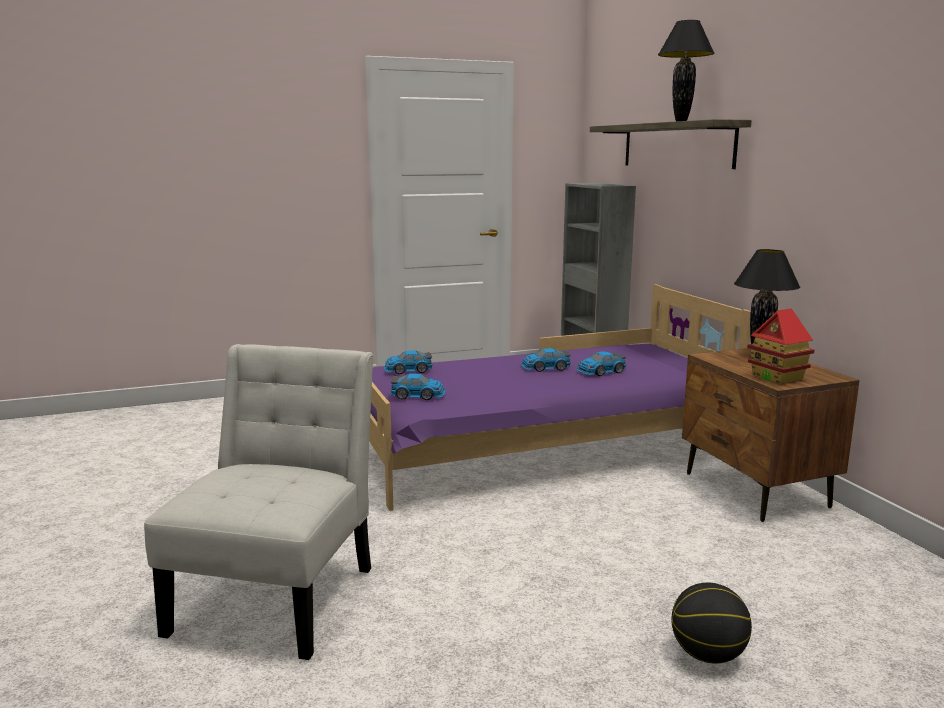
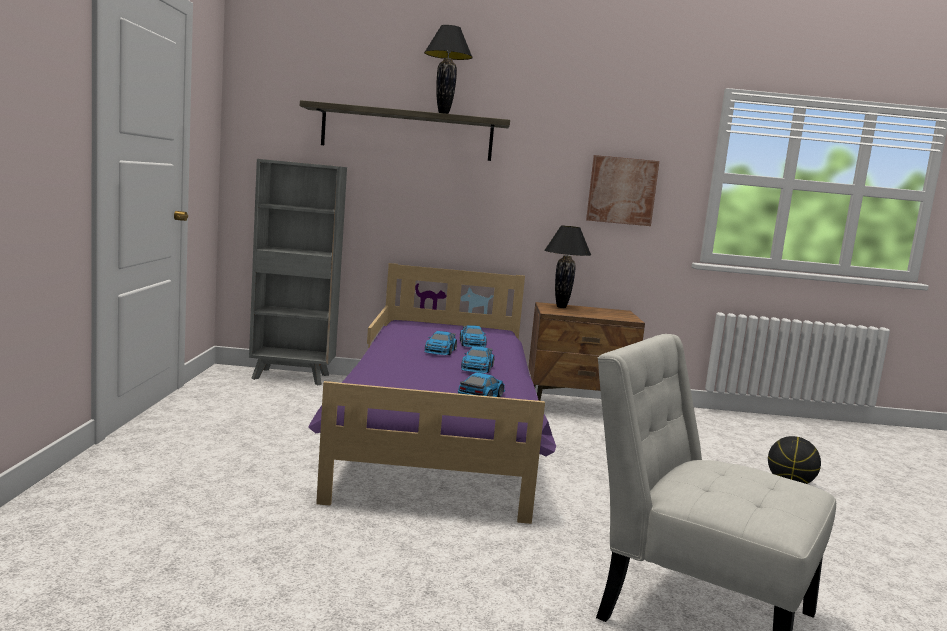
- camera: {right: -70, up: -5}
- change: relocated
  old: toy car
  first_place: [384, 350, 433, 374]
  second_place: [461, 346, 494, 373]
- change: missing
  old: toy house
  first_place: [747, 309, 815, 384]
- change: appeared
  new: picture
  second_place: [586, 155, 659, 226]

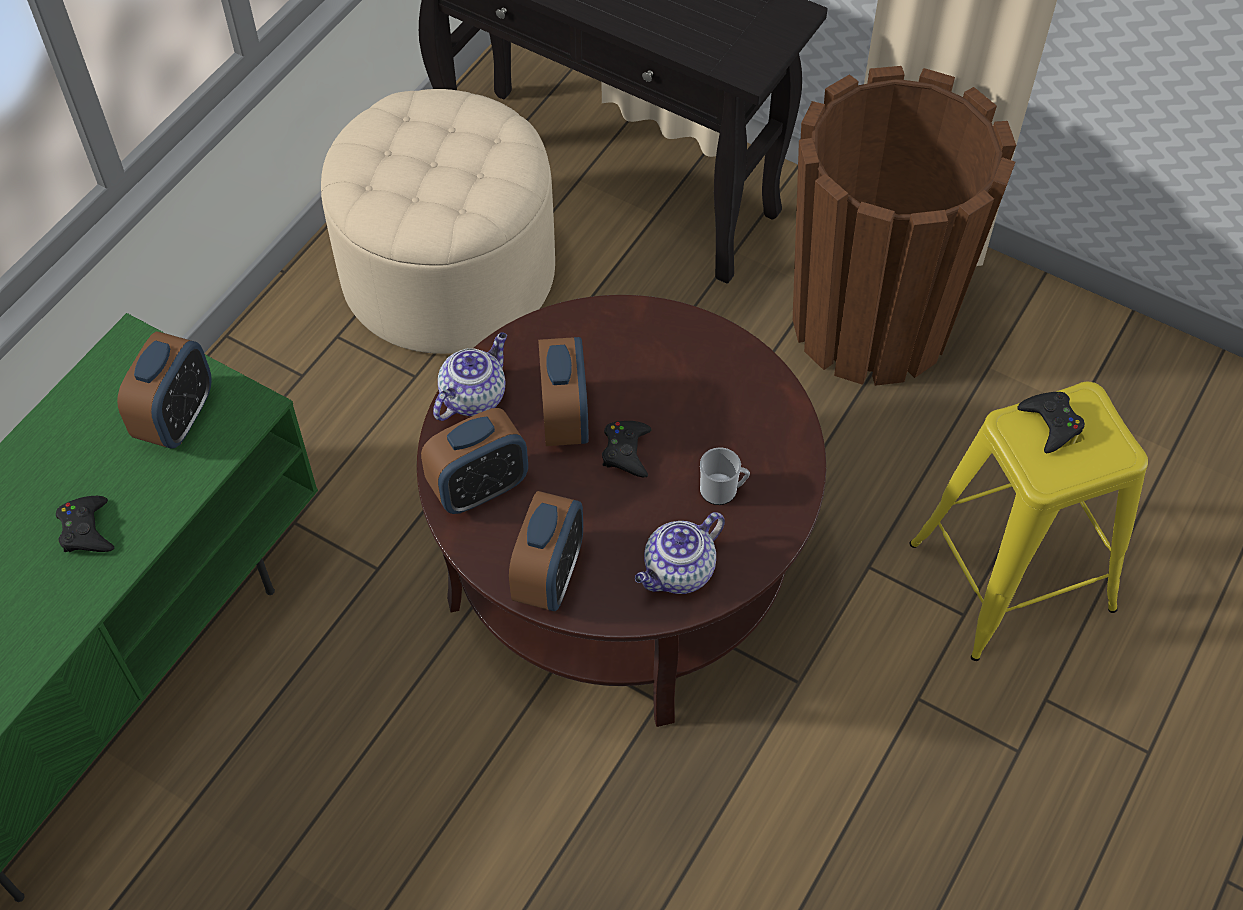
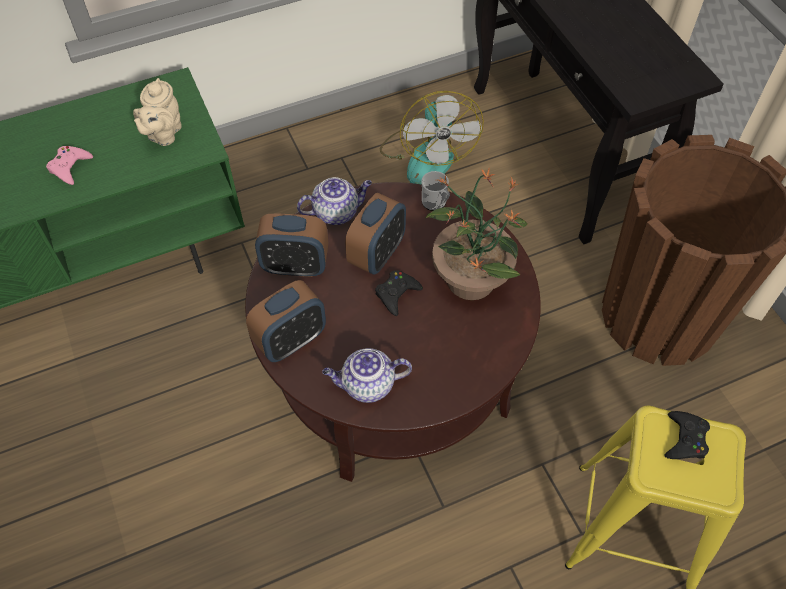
- camera: {right: 35, up: 0}
- change: colour
  old: game controller in black
  new: game controller in pink
  first_place: [56, 496, 114, 552]
  second_place: [46, 146, 93, 185]
- change: exchanged
  old: alarm clock
  new: teapot in beige
  first_place: [117, 332, 212, 448]
  second_place: [133, 78, 182, 146]
- change: exchanged
  old: ottoman in beige
  new: fan
  first_place: [321, 89, 555, 354]
  second_place: [380, 91, 484, 184]
- change: relocated
  old: mug
  first_place: [700, 447, 750, 505]
  second_place: [421, 171, 450, 211]
- change: appeared
  new: potted plant
  second_place: [426, 169, 527, 300]

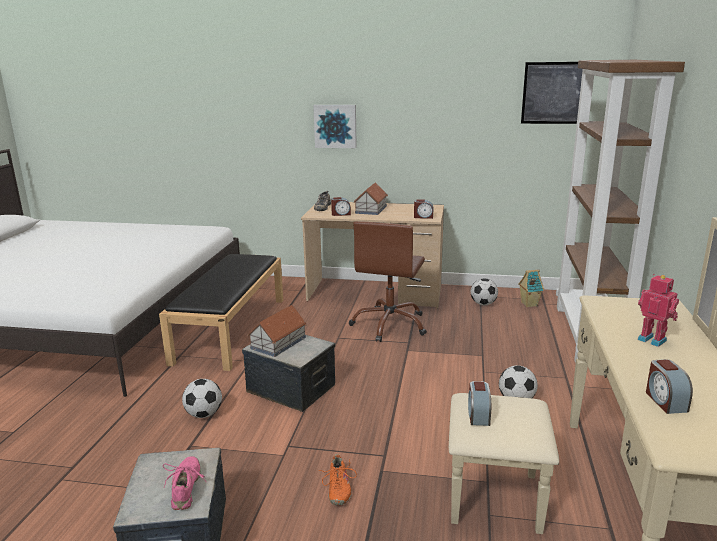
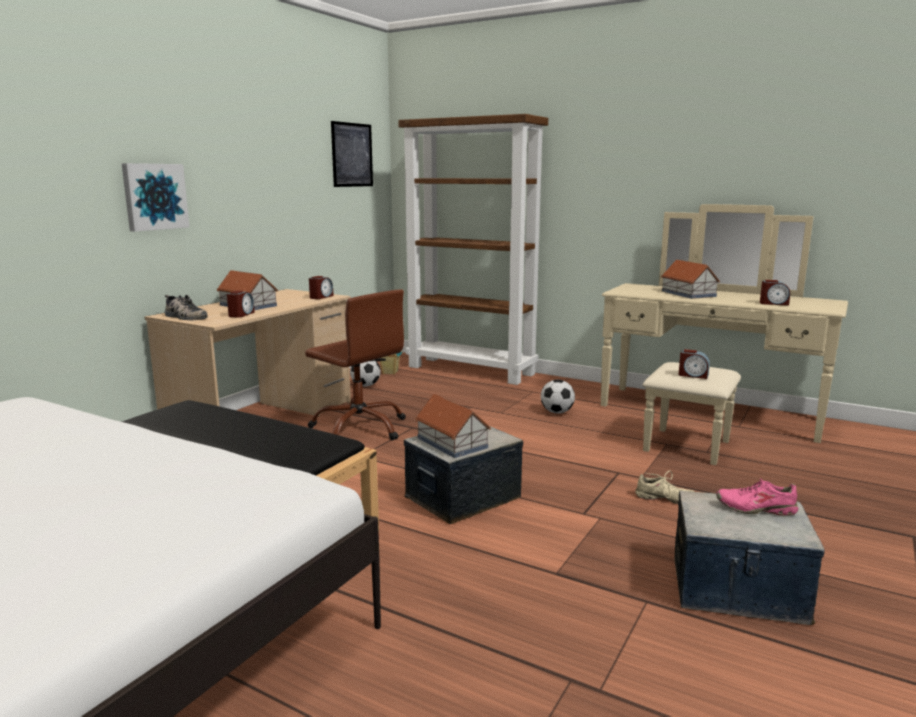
- camera: {right: -70, up: -5}
- change: missing
  old: football
  first_place: [182, 379, 222, 418]
- change: colour
  old: shoe in orange
  new: shoe in beige
  first_place: [318, 454, 357, 505]
  second_place: [635, 470, 695, 504]
- change: exchanged
  old: toy robot
  new: toy house
  first_place: [637, 274, 679, 347]
  second_place: [661, 260, 720, 299]

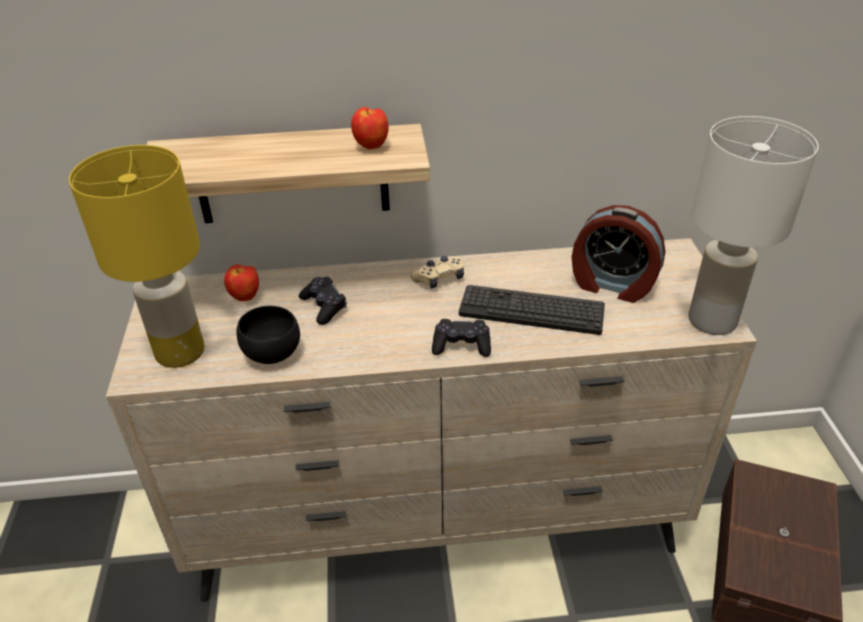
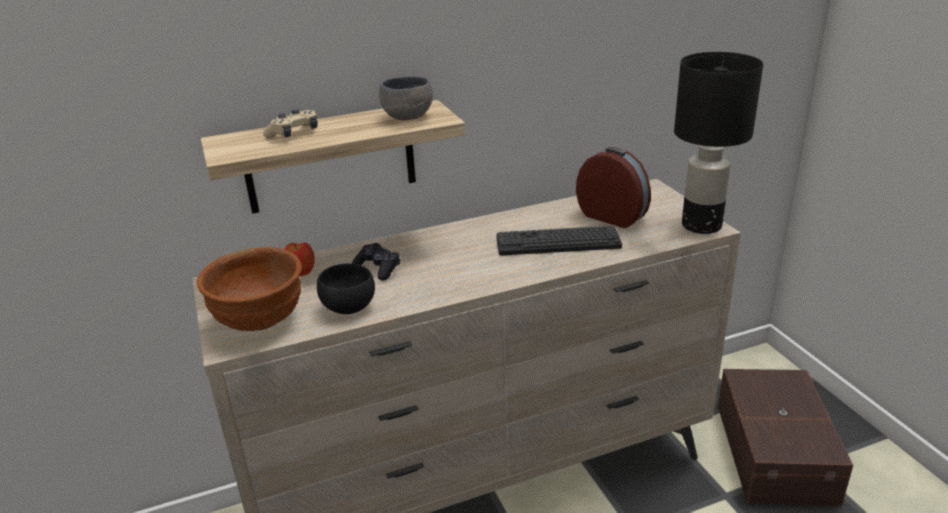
- camera: {right: -15, up: -10}
- change: exchanged
  old: table lamp in yellow
  new: bowl in brown
  first_place: [69, 145, 205, 368]
  second_place: [197, 247, 301, 331]
- change: exchanged
  old: apple
  new: bowl in grey
  first_place: [351, 107, 389, 149]
  second_place: [379, 76, 433, 120]
- change: relocated
  old: game controller in beige
  first_place: [411, 256, 464, 288]
  second_place: [263, 109, 318, 139]
- change: missing
  old: game controller in black
  first_place: [432, 319, 491, 357]
- change: spun
  old: alarm clock
  first_place: [572, 205, 665, 303]
  second_place: [576, 147, 651, 228]
  degrees: -150
- change: colour
  old: table lamp in white
  new: table lamp in black
  first_place: [688, 116, 819, 335]
  second_place: [674, 52, 763, 234]

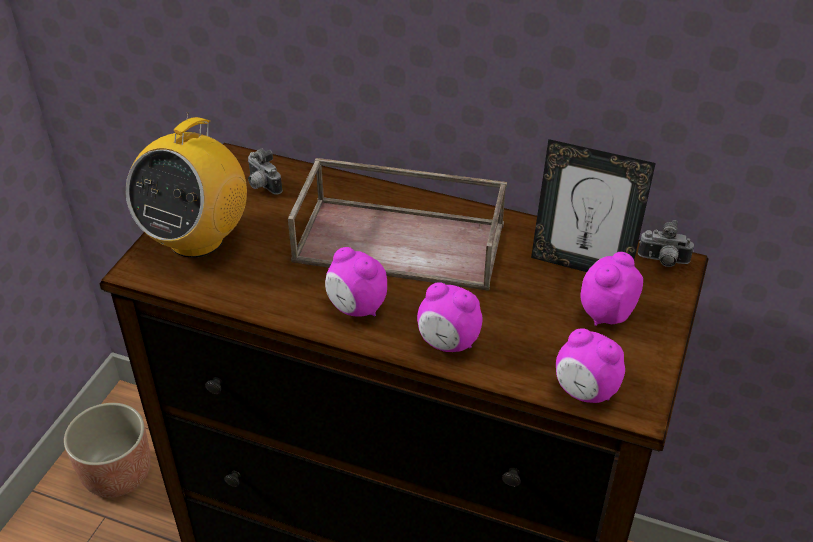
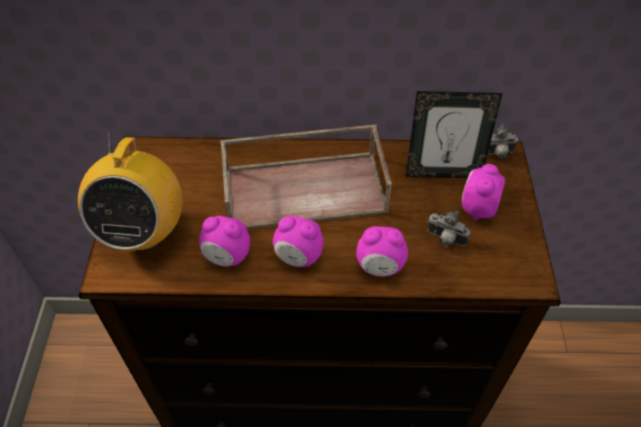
- camera: {right: -20, up: 10}
- change: missing
  old: planter
  first_place: [64, 403, 151, 497]
- change: relocated
  old: photo camera
  first_place: [248, 148, 282, 195]
  second_place: [427, 211, 470, 247]
- change: relocated
  old: alarm clock
  first_place: [556, 328, 625, 403]
  second_place: [199, 216, 250, 267]

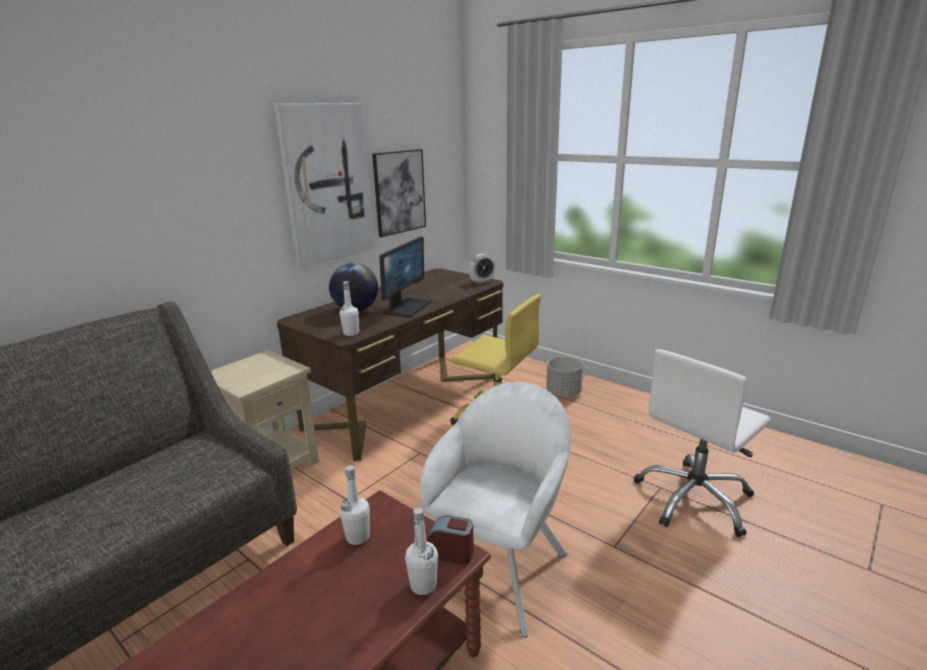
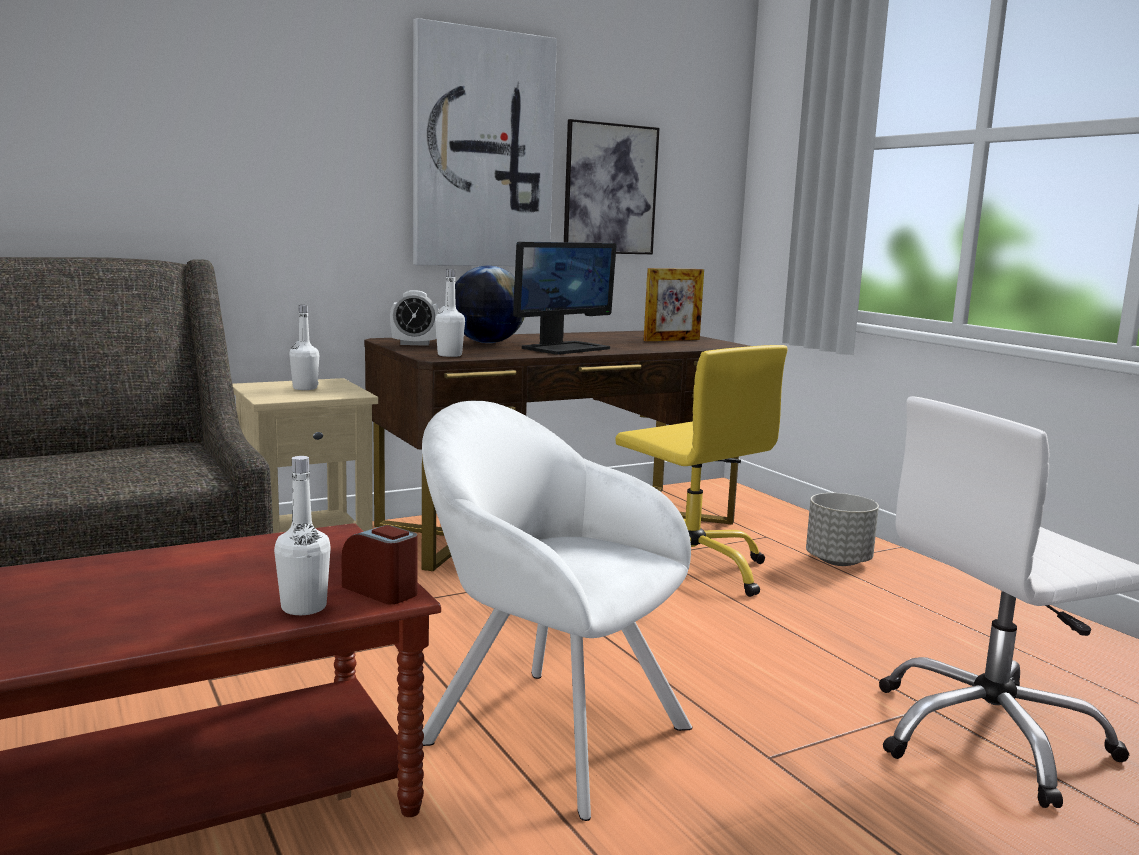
- camera: {right: 20, up: -10}
- change: relocated
  old: bottle in white
  first_place: [340, 465, 370, 545]
  second_place: [289, 305, 319, 390]
- change: spun
  old: armchair in white
  first_place: [420, 382, 571, 638]
  second_place: [422, 401, 692, 821]
  degrees: -105
- change: relocated
  old: alarm clock
  first_place: [469, 254, 495, 284]
  second_place: [390, 290, 439, 346]
- change: appeared
  new: picture frame
  second_place: [644, 268, 704, 341]

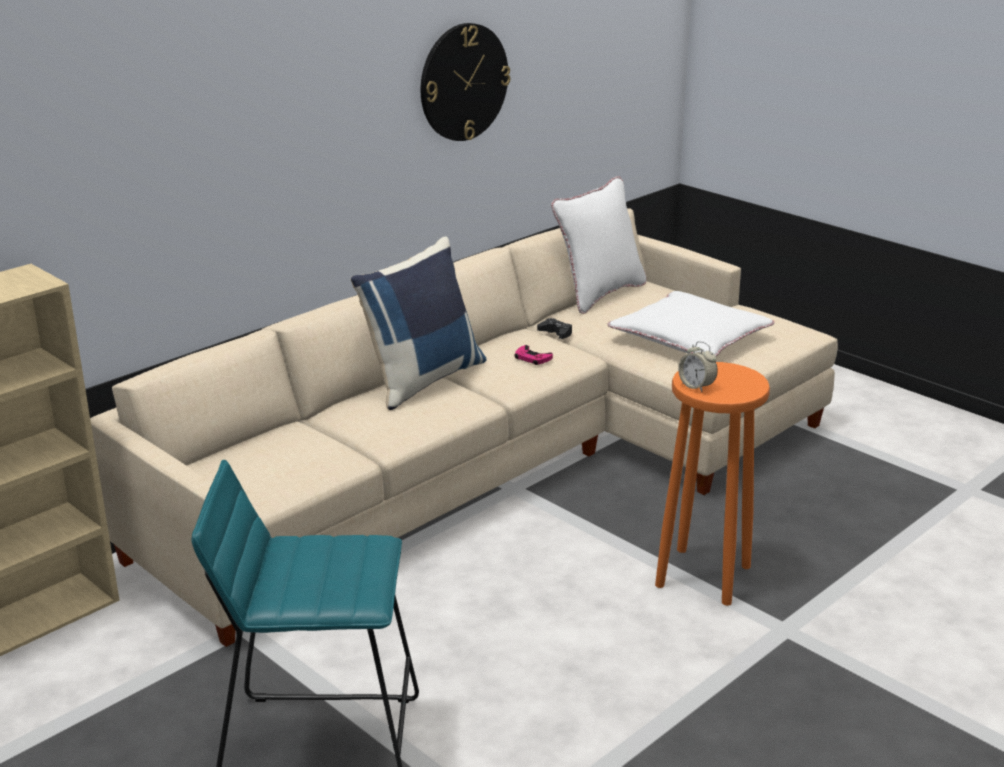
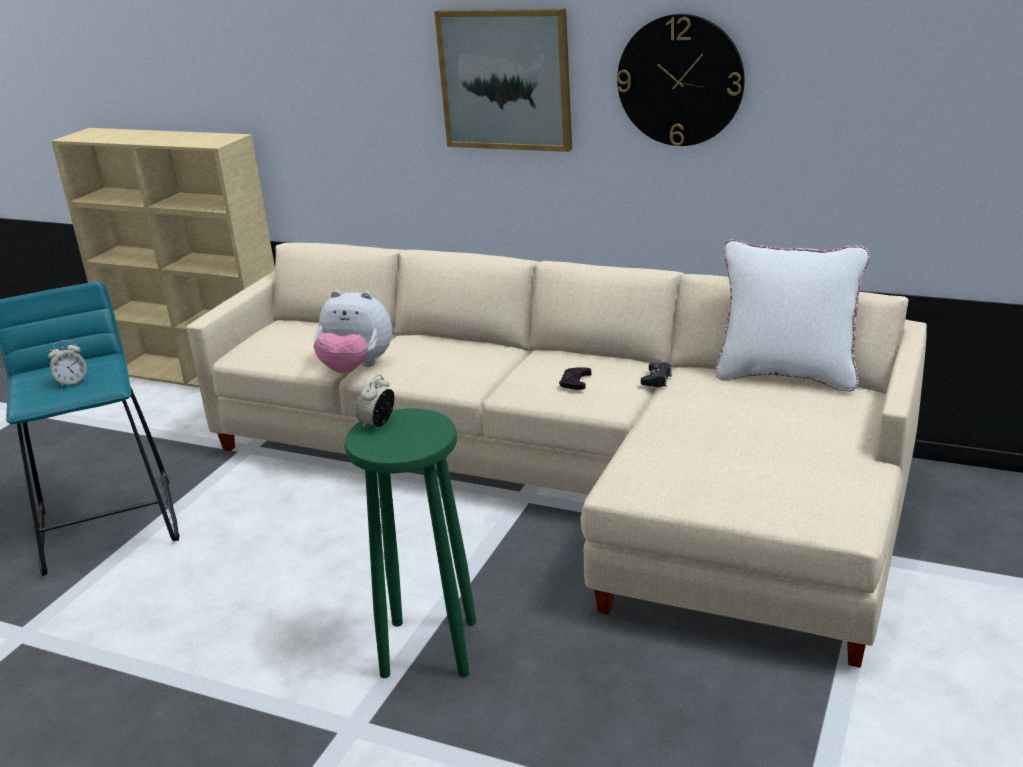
- camera: {right: 70, up: 0}
- change: missing
  old: pillow in blue
  first_place: [351, 237, 487, 410]
- change: colour
  old: game controller in pink
  new: game controller in black
  first_place: [514, 345, 553, 365]
  second_place: [559, 367, 591, 390]
- change: missing
  old: pillow in white
  first_place: [607, 291, 774, 356]
- change: colour
  old: stool in orange
  new: stool in green
  first_place: [655, 362, 770, 606]
  second_place: [344, 408, 476, 678]
- change: appeared
  new: alarm clock
  second_place: [48, 340, 87, 387]
- change: appeared
  new: plush toy
  second_place: [313, 290, 392, 374]
- change: appeared
  new: picture
  second_place: [434, 8, 572, 152]

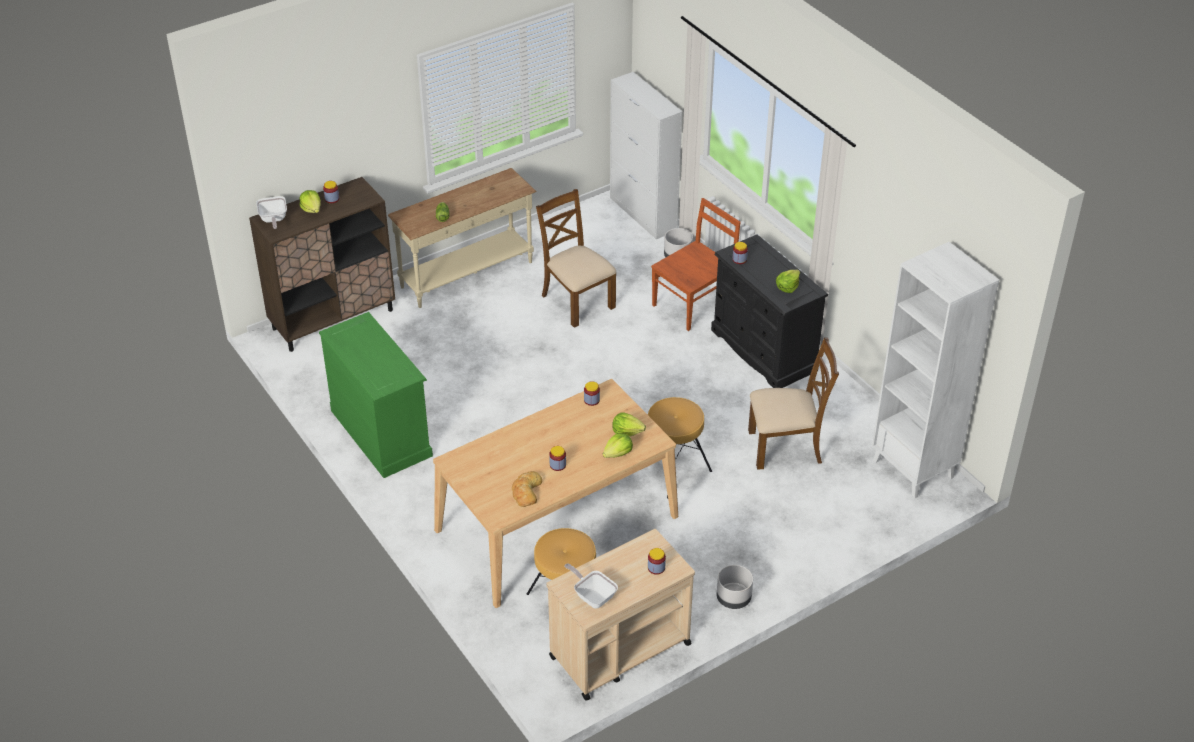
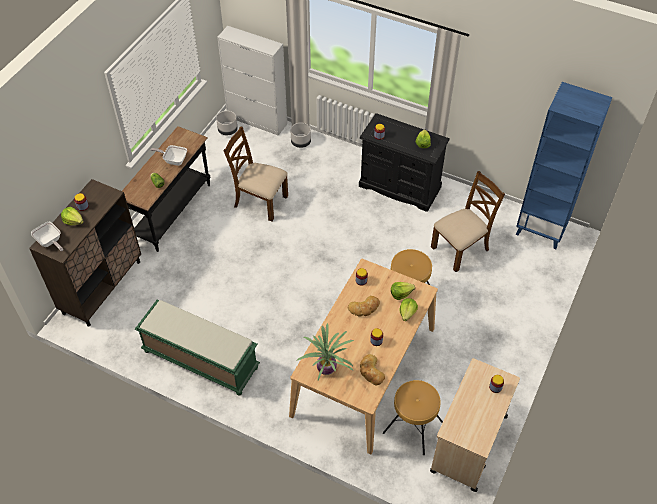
- camera: {right: -30, up: 10}
- change: exchanged
  old: dresser in green
  new: bench in green
  first_place: [319, 312, 433, 478]
  second_place: [135, 300, 260, 396]
- change: colour
  old: console table in beige
  new: console table in black
  first_place: [388, 168, 537, 308]
  second_place: [122, 126, 211, 252]
- change: relocated
  old: frying pan
  first_place: [564, 563, 618, 609]
  second_place: [151, 145, 187, 166]
- change: missing
  old: chair in brown
  first_place: [651, 198, 740, 331]
- change: relocated
  old: planter in grey
  first_place: [717, 565, 753, 609]
  second_place: [216, 111, 238, 135]
- change: colour
  old: bookcase in white
  new: bookcase in blue
  first_place: [872, 242, 999, 498]
  second_place: [516, 82, 612, 249]
- change: appeared
  new: potted plant
  second_place: [296, 323, 354, 380]
- change: appeared
  new: bread
  second_place: [348, 296, 380, 317]

